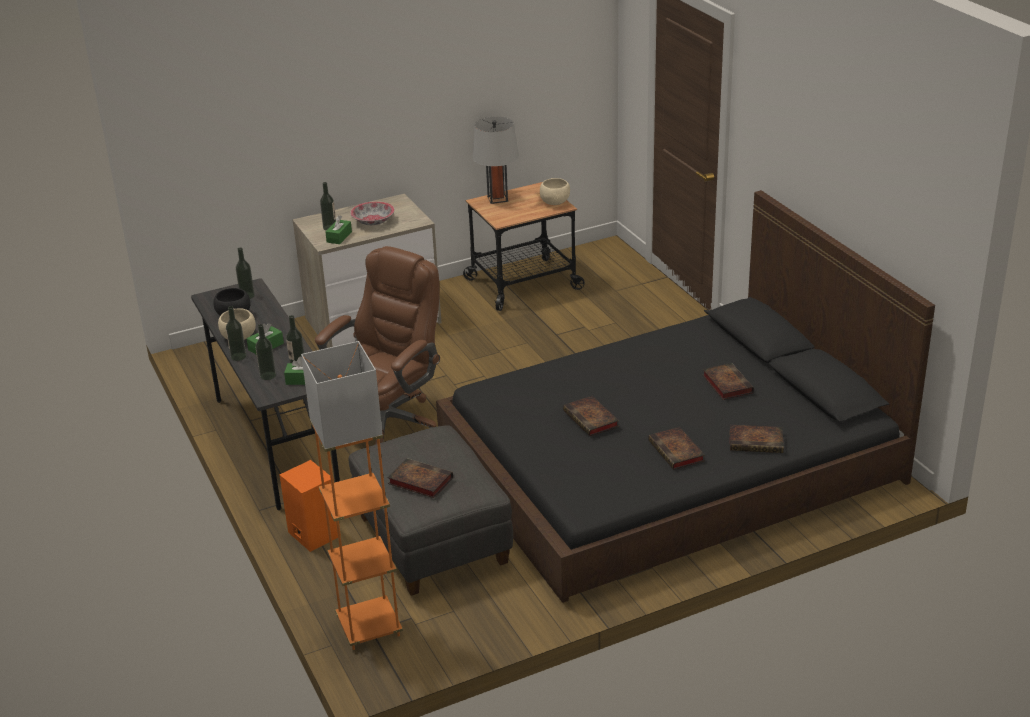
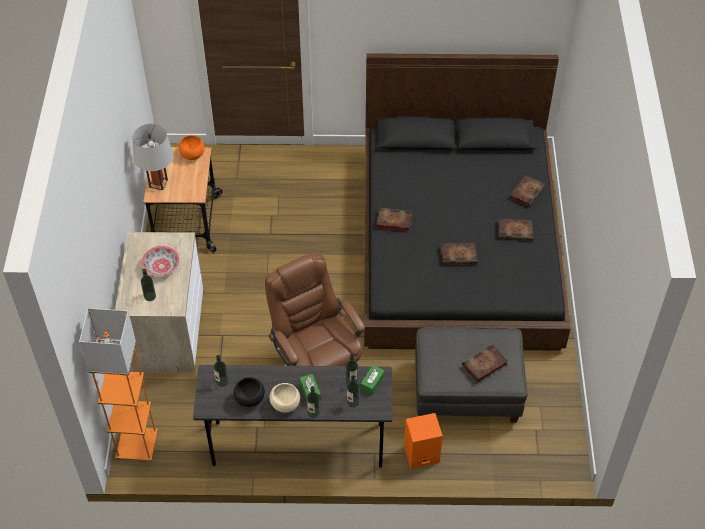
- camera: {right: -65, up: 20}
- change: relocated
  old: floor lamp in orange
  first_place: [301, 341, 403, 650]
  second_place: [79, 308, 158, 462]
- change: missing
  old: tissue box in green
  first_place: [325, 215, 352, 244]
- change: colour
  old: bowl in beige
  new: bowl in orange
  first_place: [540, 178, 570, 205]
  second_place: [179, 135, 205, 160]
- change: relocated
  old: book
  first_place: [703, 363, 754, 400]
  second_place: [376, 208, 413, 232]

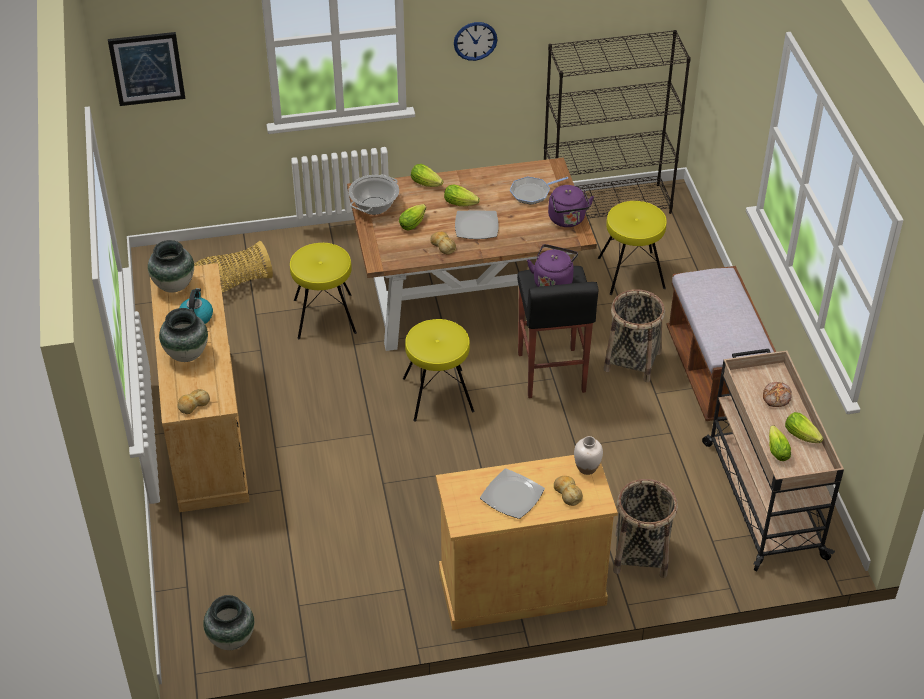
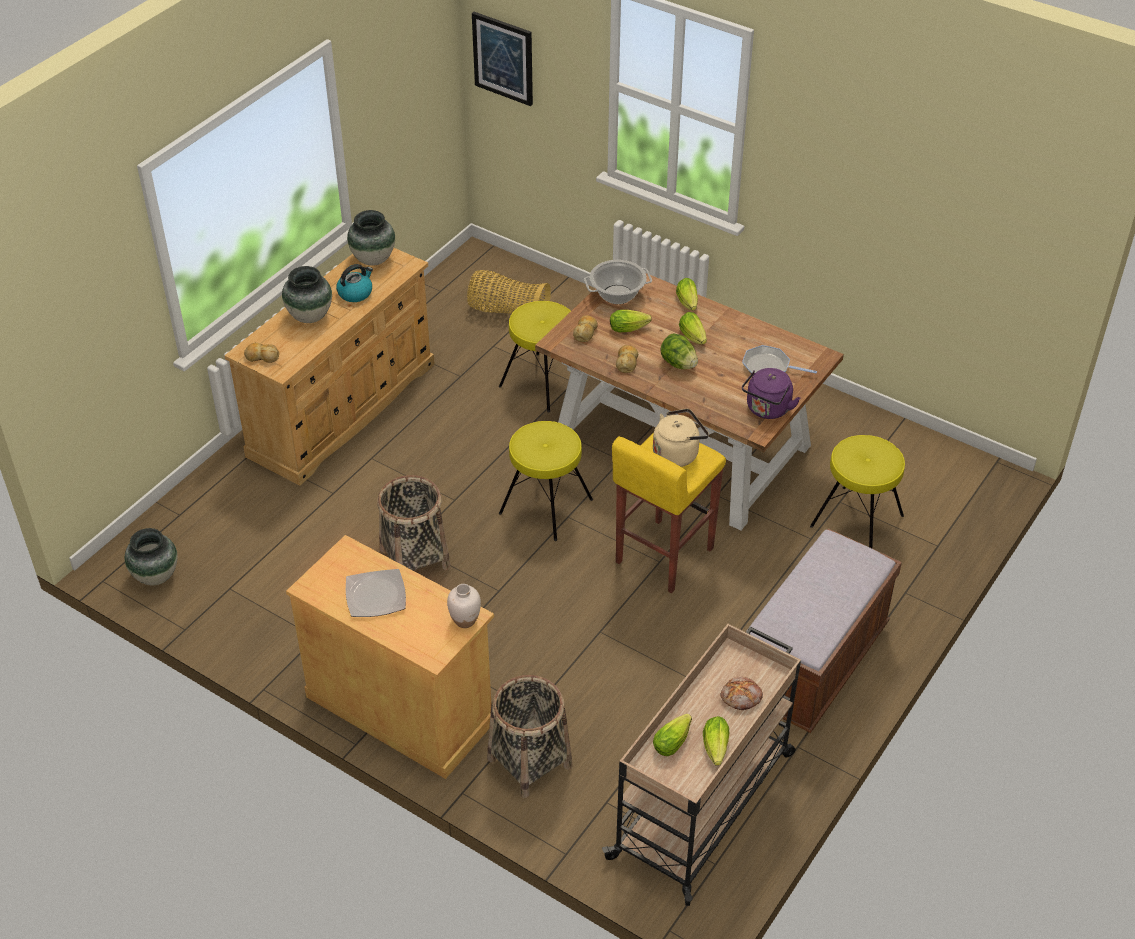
- camera: {right: 45, up: 0}
- change: missing
  old: wall clock
  first_place: [454, 22, 498, 61]
- change: exchanged
  old: plate
  new: lettuce
  first_place: [455, 211, 499, 239]
  second_place: [661, 333, 698, 369]
- change: colour
  old: stool in black
  new: stool in yellow
  first_place: [517, 266, 599, 398]
  second_place: [612, 433, 726, 593]
- change: colour
  old: kettle in purple
  new: kettle in beige
  first_place: [527, 244, 578, 287]
  second_place: [653, 409, 709, 467]
- change: missing
  old: bookcase in black
  first_place: [544, 30, 691, 219]
- change: relocated
  old: bread
  first_place: [554, 476, 583, 506]
  second_place: [573, 315, 598, 342]
- change: relocated
  old: basket
  first_place: [604, 289, 665, 382]
  second_place: [377, 475, 450, 571]

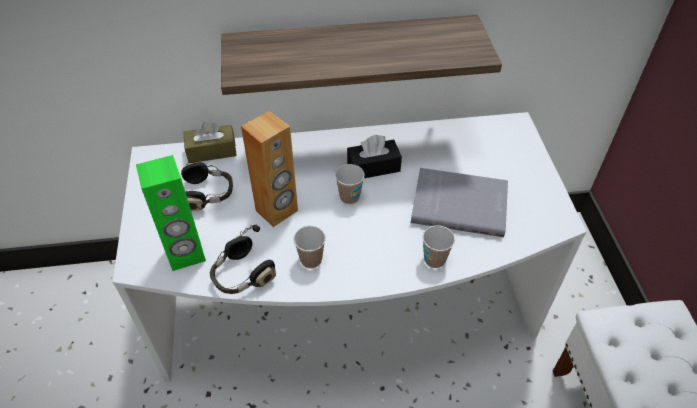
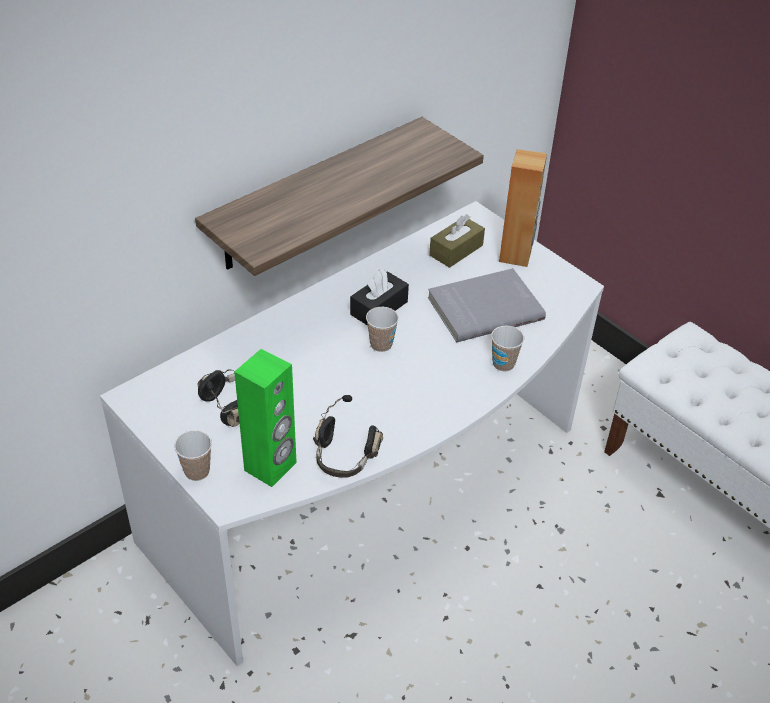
- camera: {right: -35, up: -5}
- change: relocated
  old: tissue box in brown
  first_place: [183, 122, 237, 162]
  second_place: [429, 214, 485, 268]
- change: relocated
  old: speaker in brown
  first_place: [241, 111, 298, 227]
  second_place: [499, 149, 547, 267]
- change: relocated
  old: cup
  first_place: [293, 226, 326, 268]
  second_place: [174, 430, 212, 481]

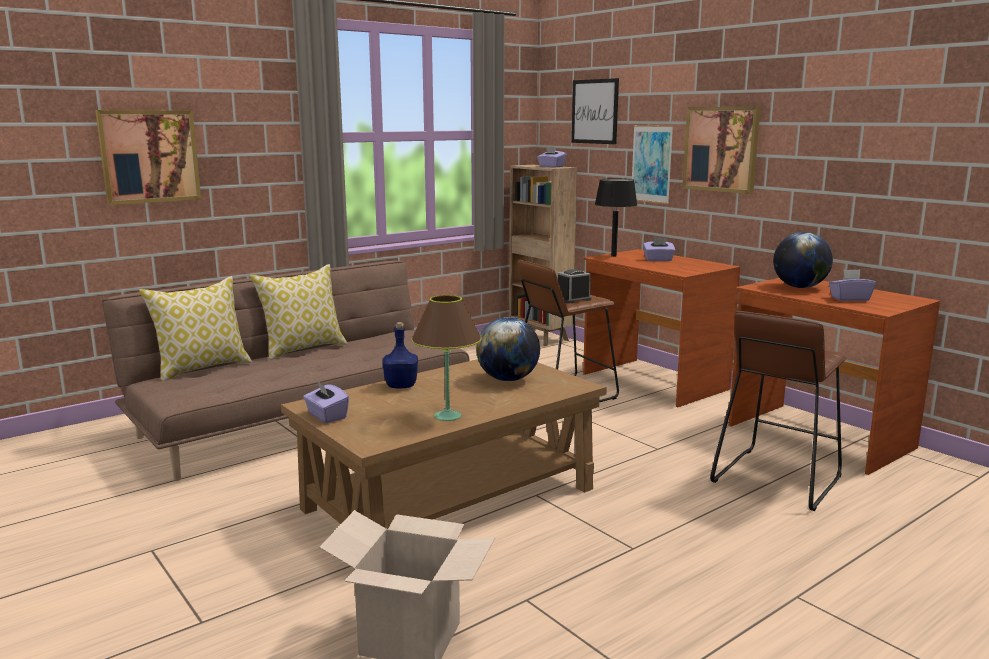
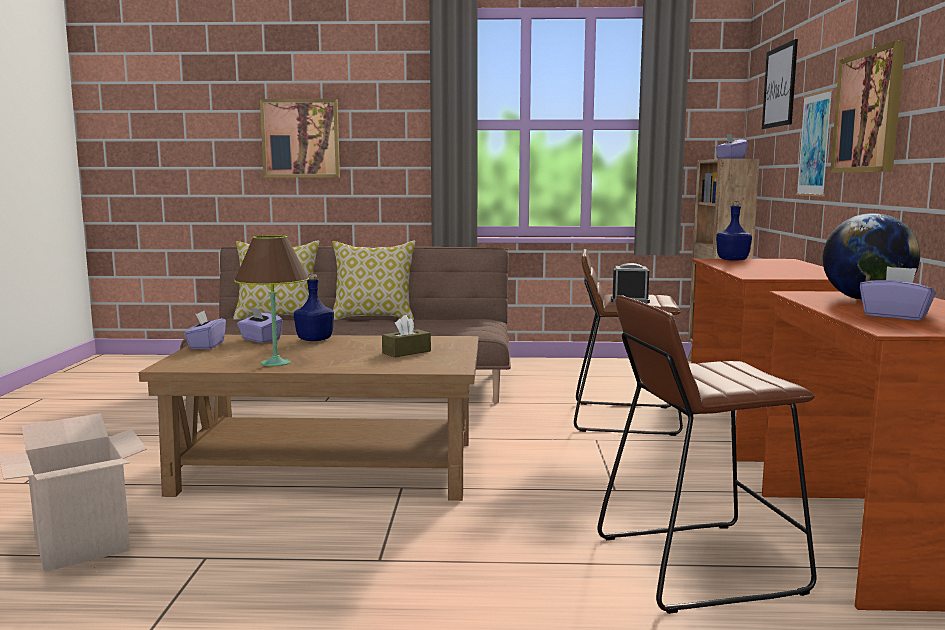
- camera: {right: 40, up: -5}
- change: exchanged
  old: globe
  new: tissue box in brown
  first_place: [476, 317, 540, 381]
  second_place: [382, 315, 431, 357]
- change: exchanged
  old: table lamp in black
  new: bottle in blue
  first_place: [595, 178, 637, 257]
  second_place: [716, 201, 752, 261]
- change: relocated
  old: tissue box in purple
  first_place: [643, 238, 676, 261]
  second_place: [237, 307, 283, 343]

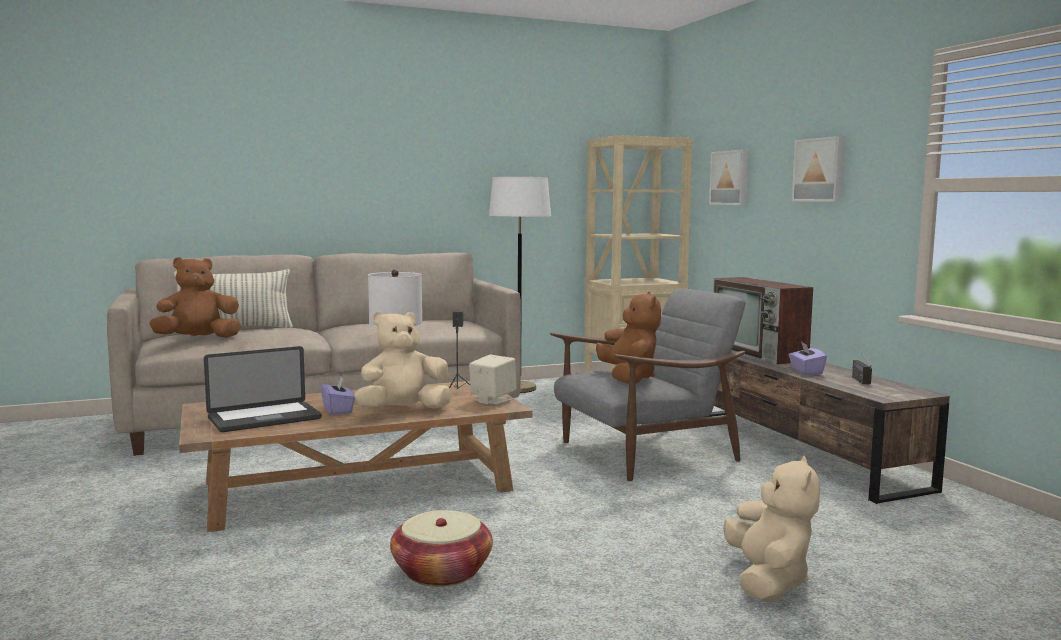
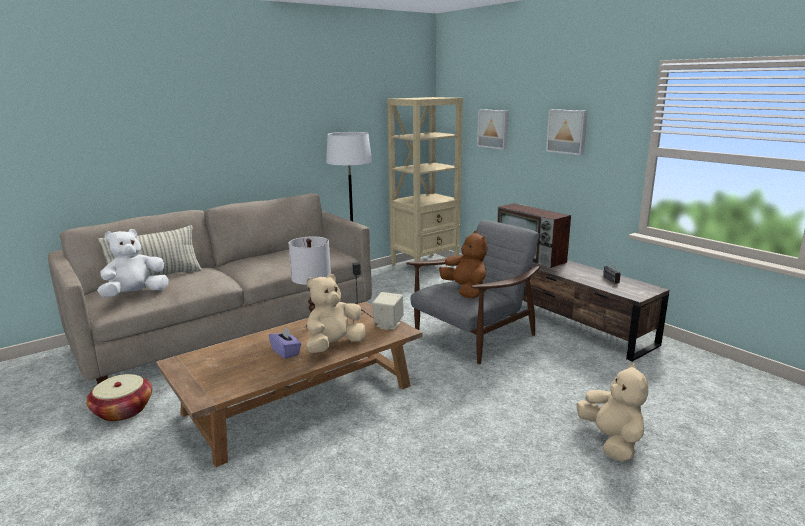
- camera: {right: -15, up: 10}
- change: colour
  old: plush toy in brown
  new: plush toy in white
  first_place: [149, 257, 241, 338]
  second_place: [97, 229, 169, 298]
- change: missing
  old: laptop
  first_place: [204, 346, 322, 432]
- change: relocated
  old: basket
  first_place: [390, 510, 493, 587]
  second_place: [86, 374, 152, 422]
- change: missing
  old: tissue box in purple
  first_place: [789, 342, 827, 375]

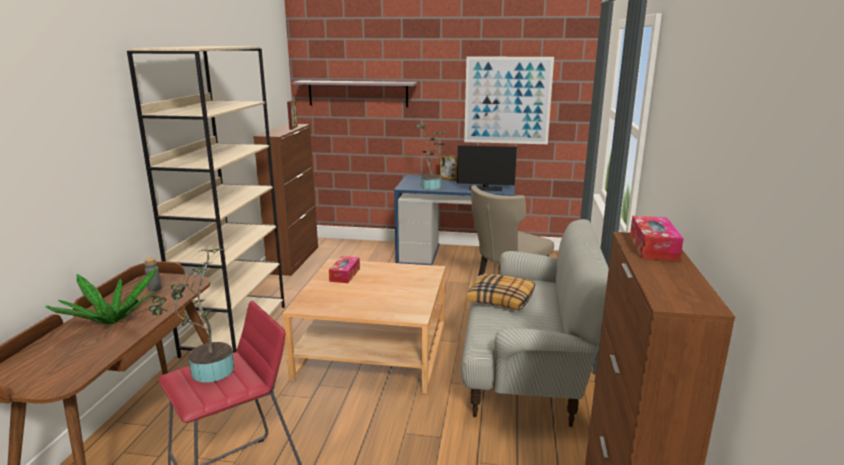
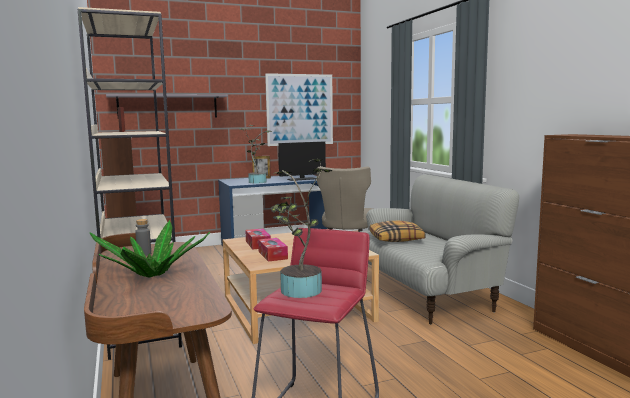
- camera: {right: -30, up: -10}
- change: relocated
  old: tissue box
  first_place: [630, 216, 684, 261]
  second_place: [258, 238, 288, 262]

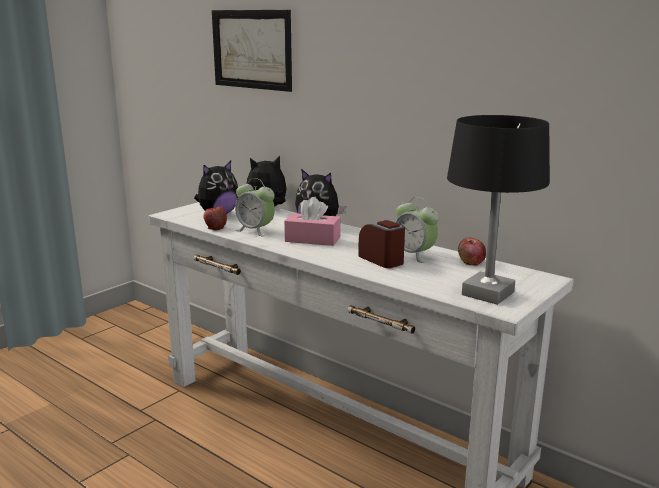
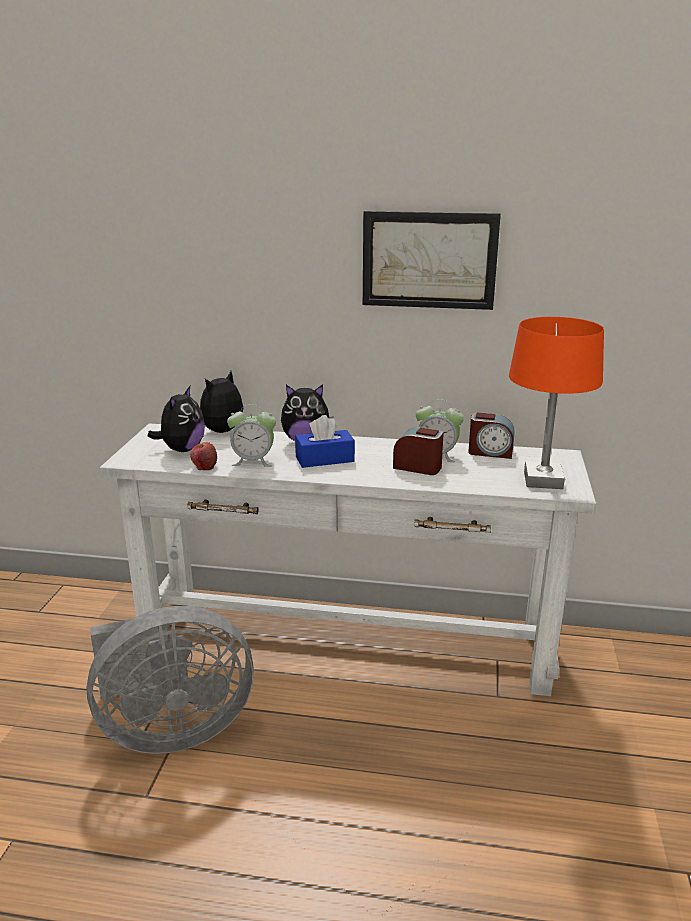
- camera: {right: -30, up: 5}
- change: relocated
  old: picture
  first_place: [212, 10, 292, 92]
  second_place: [363, 211, 501, 310]
- change: colour
  old: tissue box in pink
  new: tissue box in blue
  first_place: [284, 197, 341, 246]
  second_place: [295, 415, 355, 468]
- change: colour
  old: table lamp in black
  new: table lamp in orange
  first_place: [447, 115, 550, 305]
  second_place: [509, 317, 604, 489]
- change: exchanged
  old: apple
  new: alarm clock
  first_place: [458, 238, 486, 266]
  second_place: [468, 412, 515, 459]
- change: appeared
  new: fan in grey
  second_place: [87, 606, 254, 754]

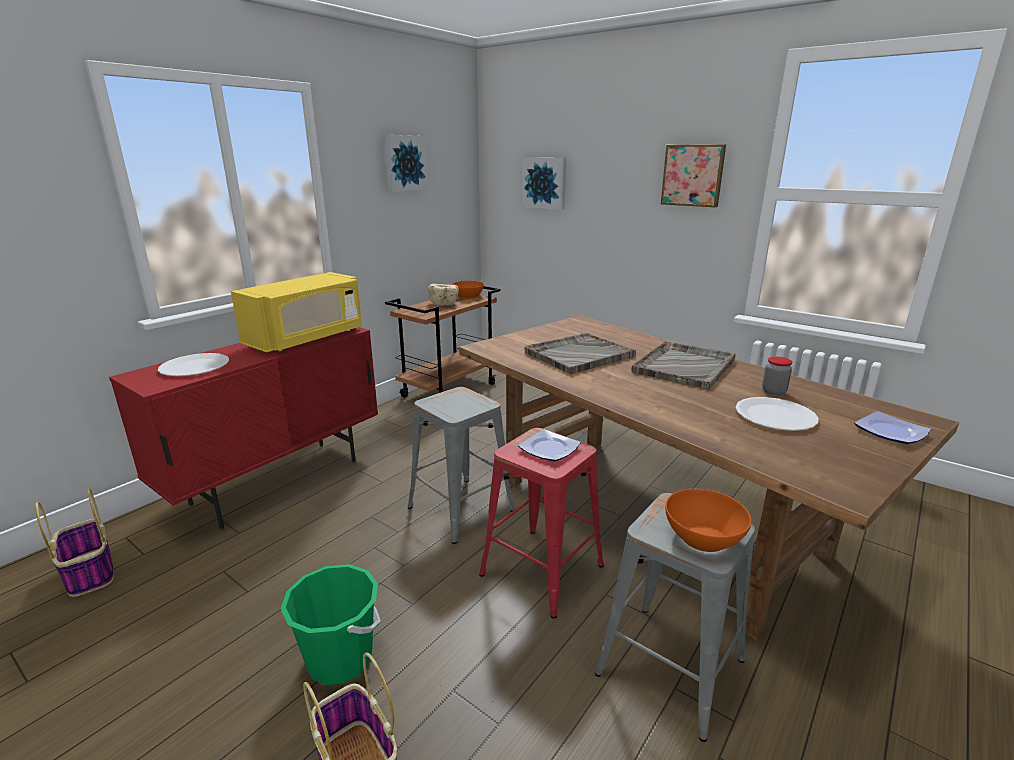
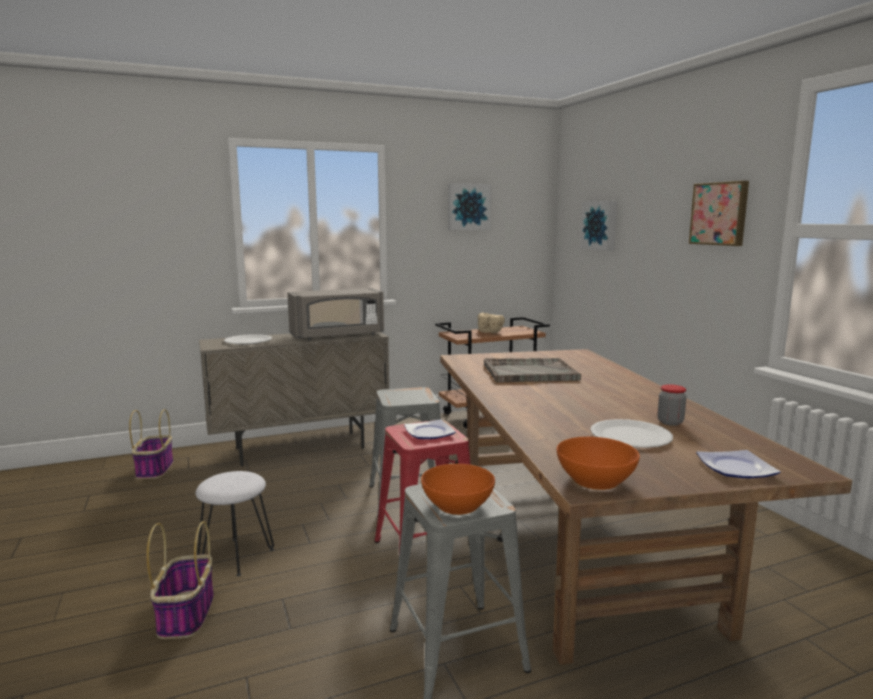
- camera: {right: 30, up: -10}
- change: colour
  old: cabinet in red
  new: cabinet in beige
  first_place: [109, 327, 378, 529]
  second_place: [199, 332, 389, 467]
- change: colour
  old: microwave in yellow
  new: microwave in grey
  first_place: [231, 272, 362, 352]
  second_place: [287, 288, 384, 340]
- change: exchanged
  old: bucket in green
  new: stool in white
  first_place: [281, 564, 381, 685]
  second_place: [196, 471, 274, 576]
- change: relocated
  old: bowl in orange
  first_place: [451, 281, 484, 299]
  second_place: [557, 437, 640, 490]
- change: missing
  old: tray in grey
  first_place: [631, 341, 736, 389]

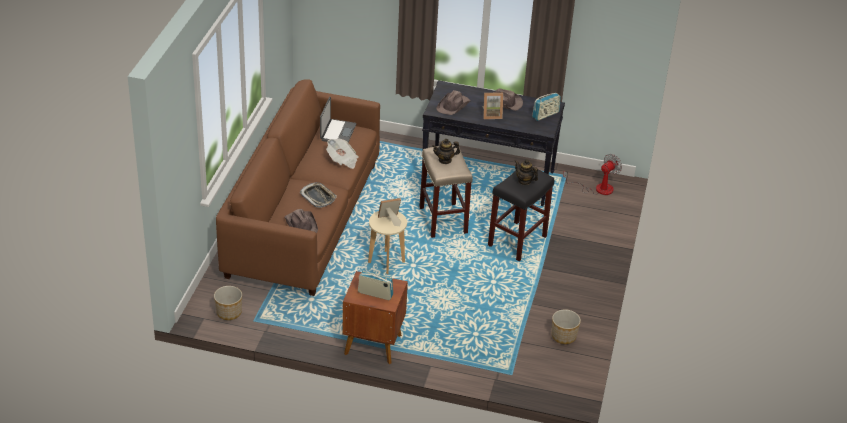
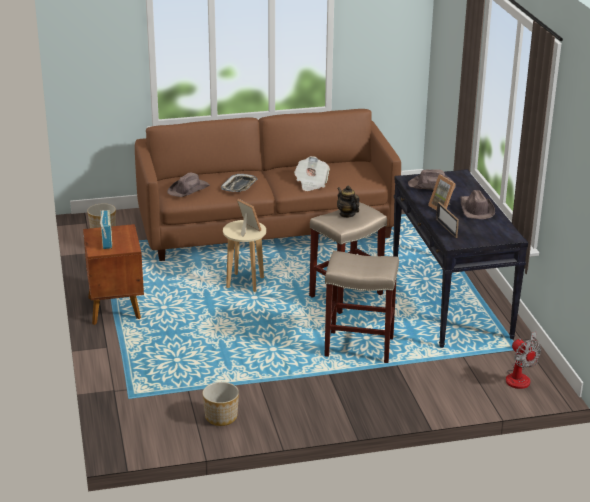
- camera: {right: 65, up: -10}
- change: missing
  old: laptop
  first_place: [320, 97, 356, 142]
- change: colour
  old: stool in black
  new: stool in beige
  first_place: [488, 167, 554, 261]
  second_place: [324, 251, 399, 363]
- change: missing
  old: teapot
  first_place: [515, 159, 538, 185]
- change: missing
  old: radio
  first_place: [532, 93, 561, 121]
- change: spun
  old: fan
  first_place: [563, 154, 622, 195]
  second_place: [506, 332, 541, 389]
  degrees: 45
- change: appeared
  new: picture frame
  second_place: [436, 202, 459, 238]

